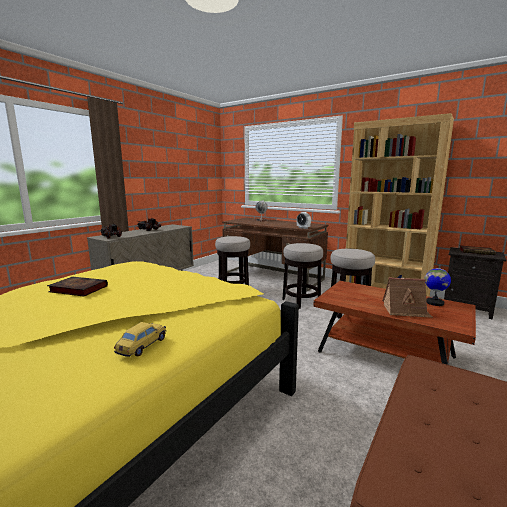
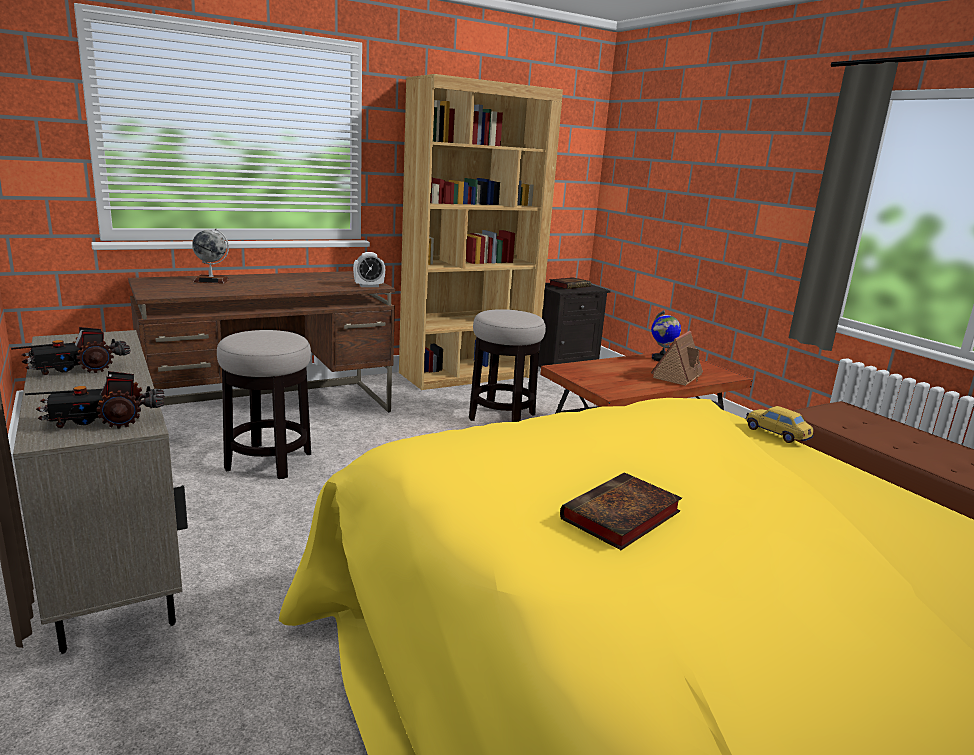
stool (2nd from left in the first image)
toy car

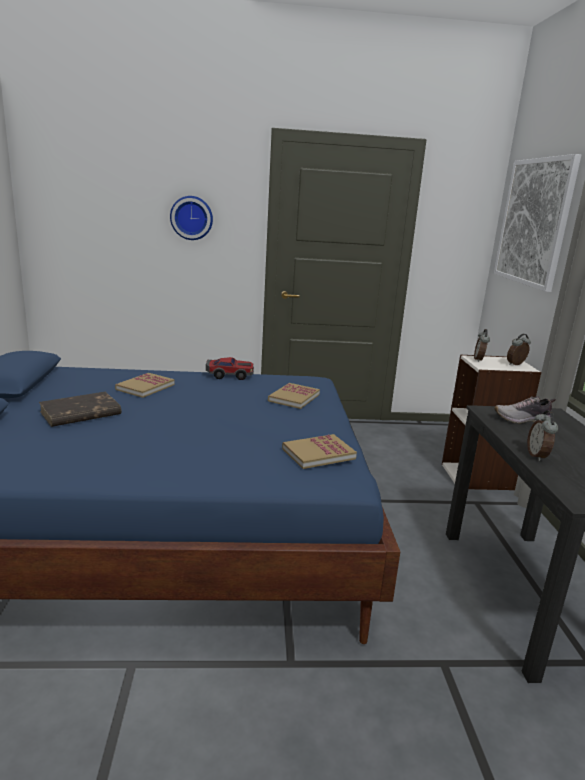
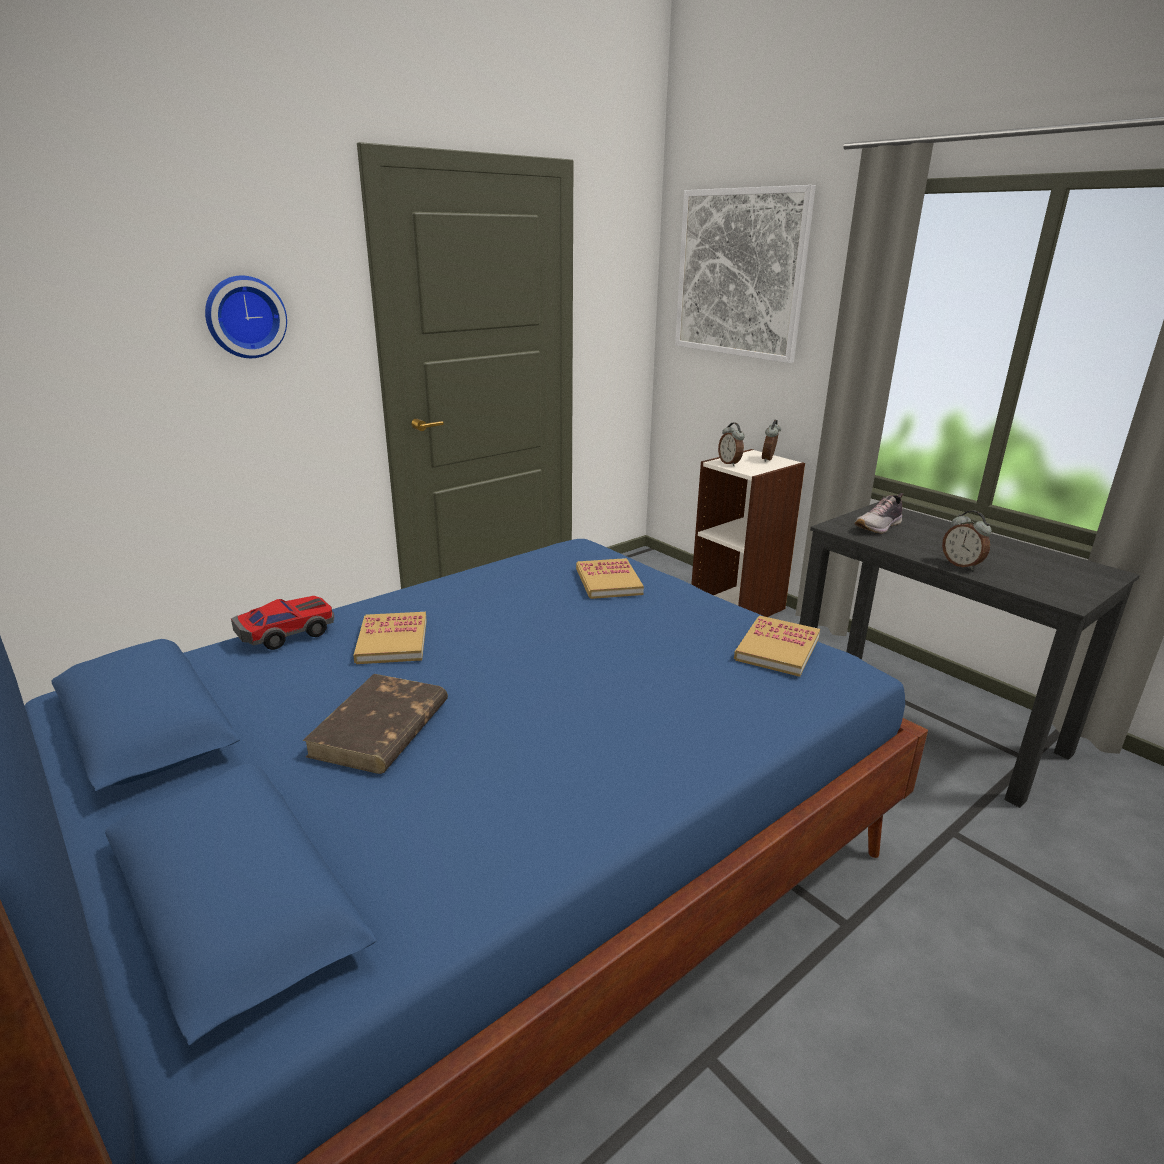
toy car

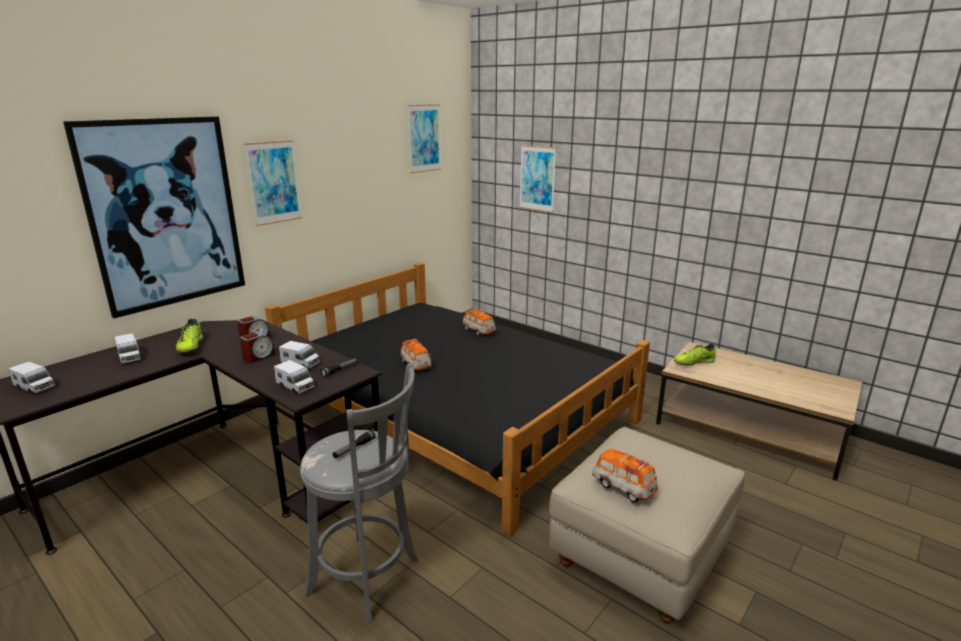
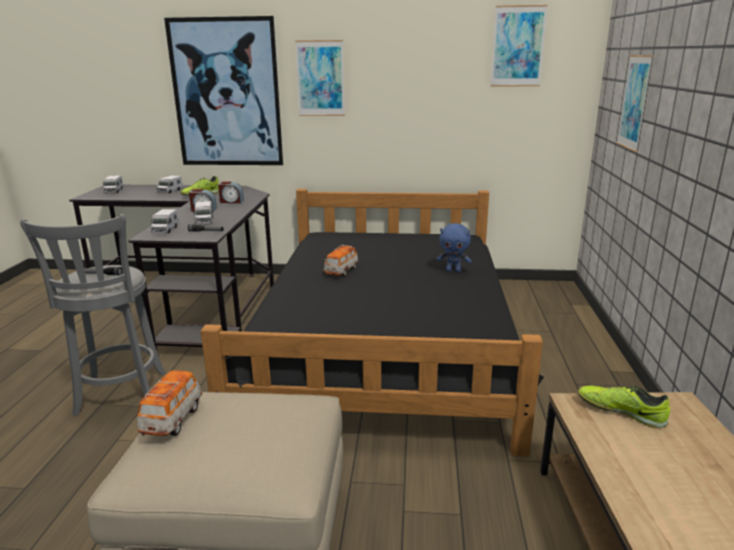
plush toy/blue

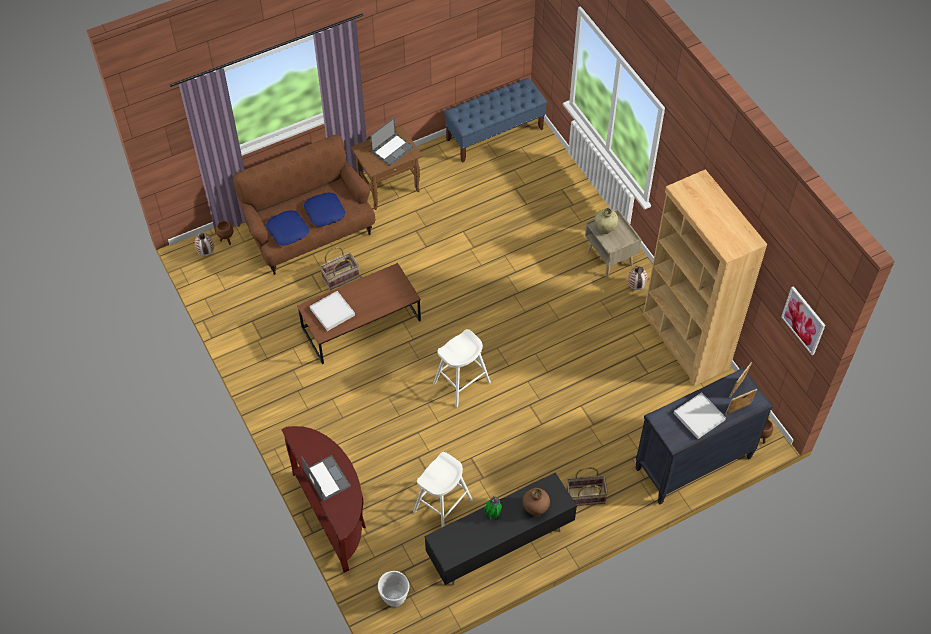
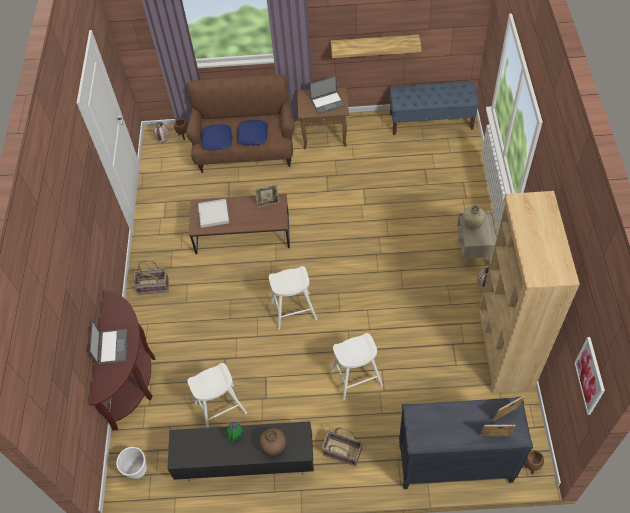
basket (1st from left)
tray/white (2nd from left in the first image)
shelf
picture frame (1st from left)
stool/white (3rd from left)

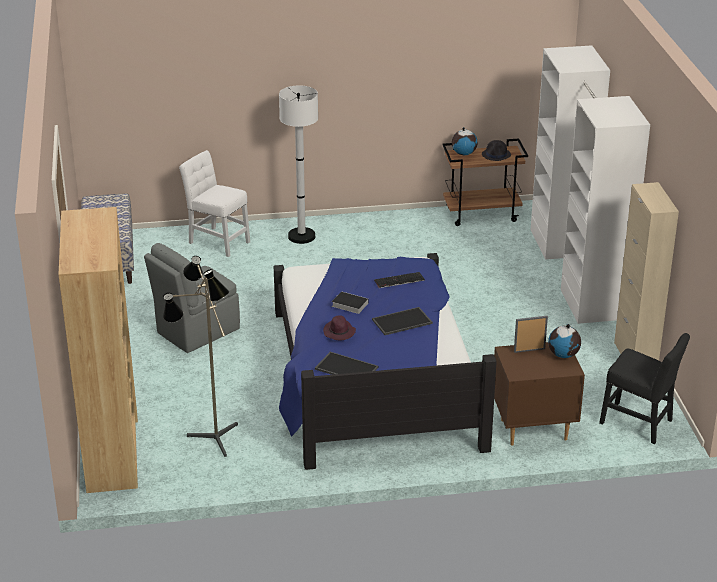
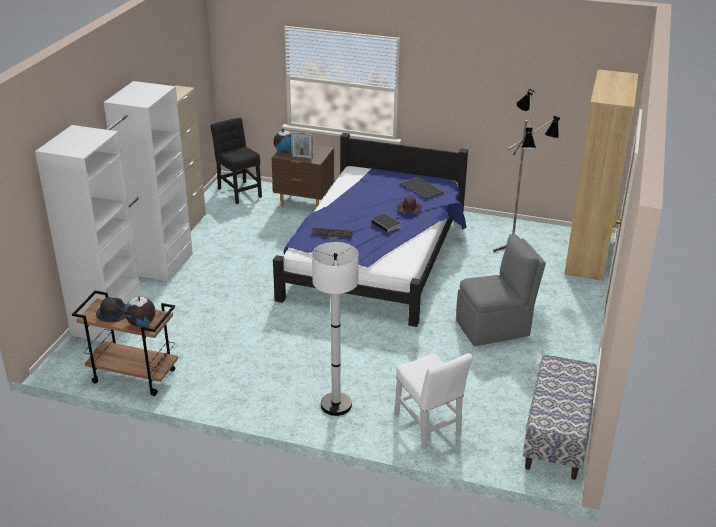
tray (2nd from left in the first image)

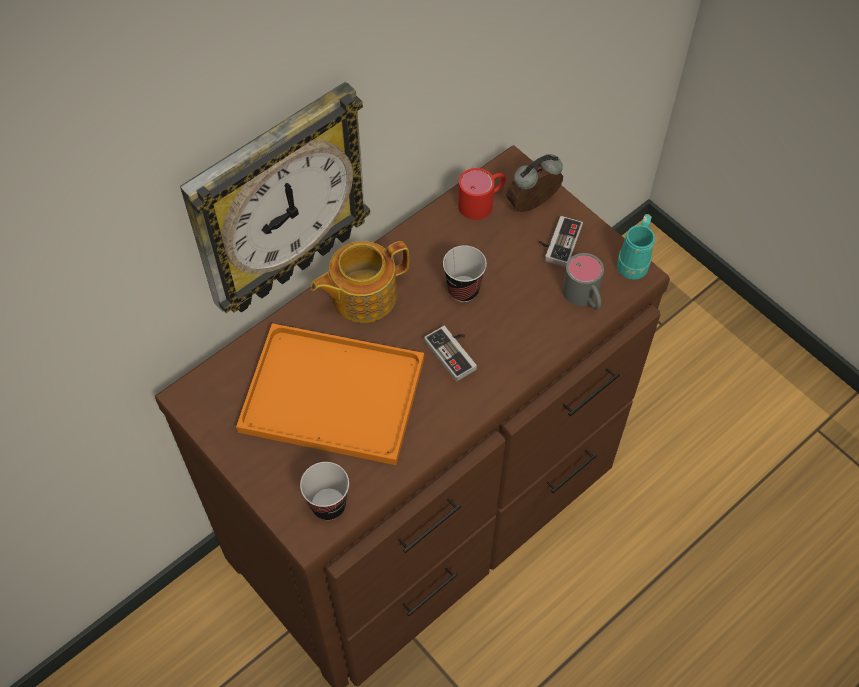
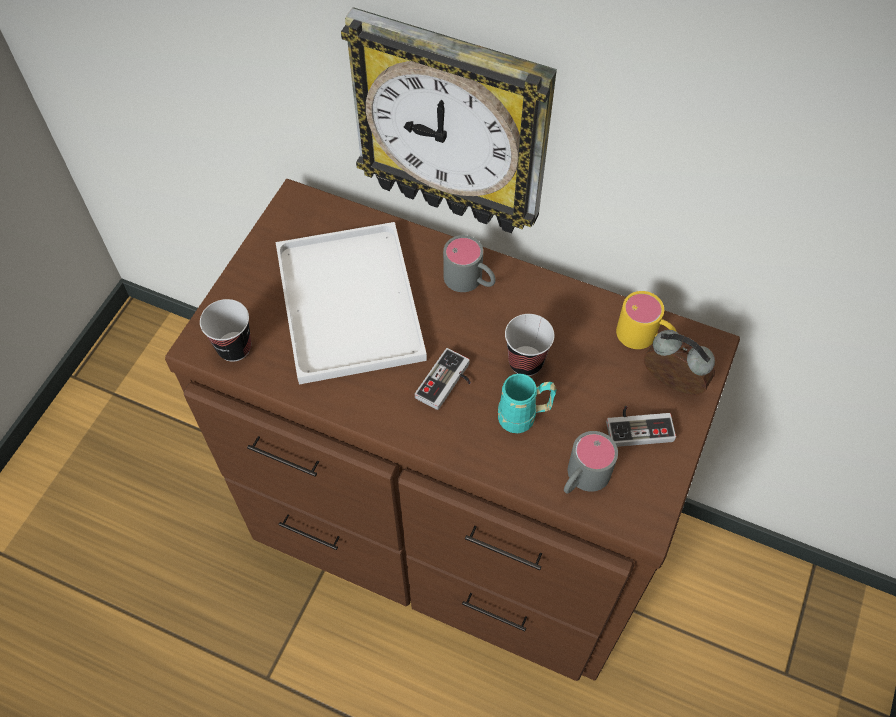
mug/yellow
mug/turquoise
mug/grey (1st from left)
tray/white

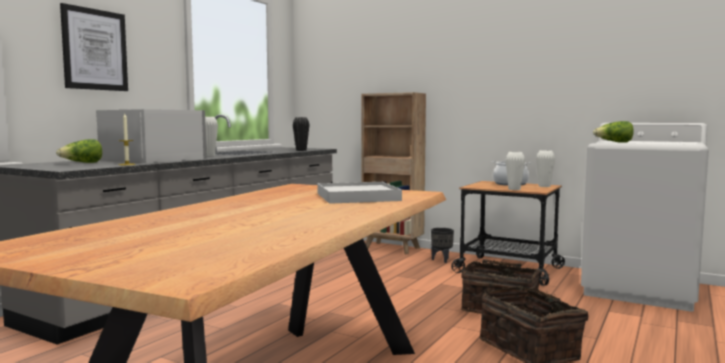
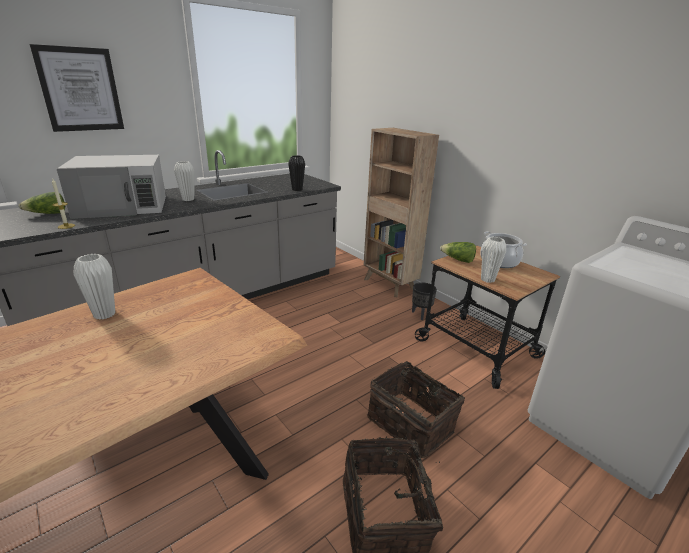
microwave/white
lettuce (2nd from left)
vase/white (1st from left)
tray/white

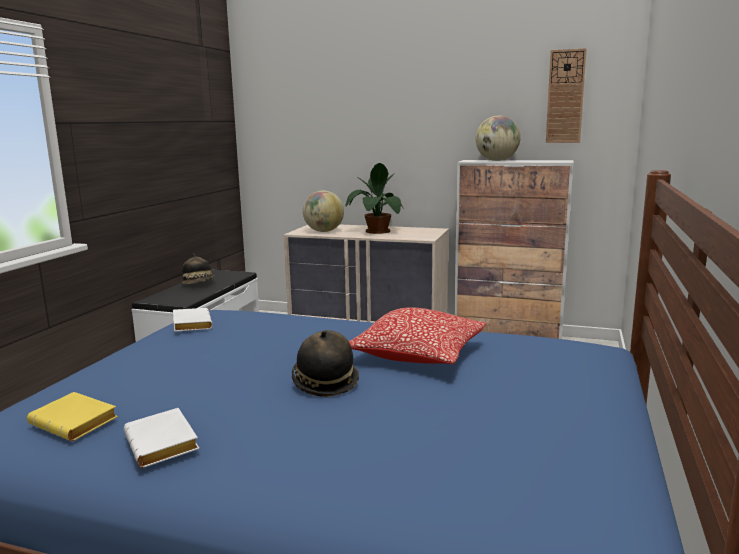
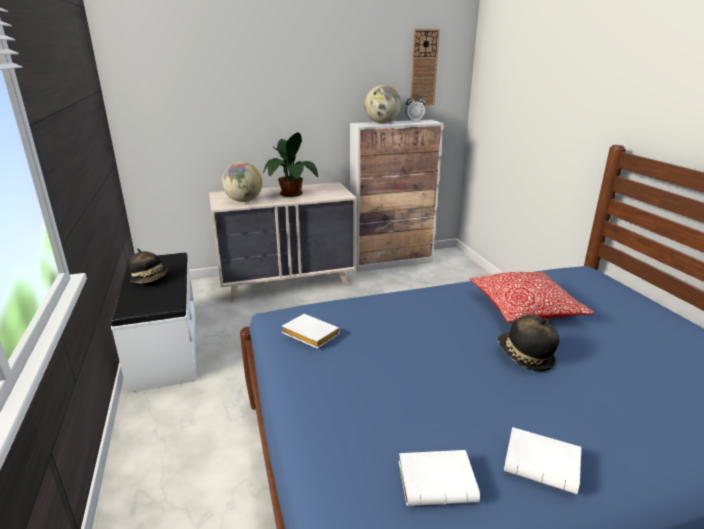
book/white (2nd from left)
alarm clock

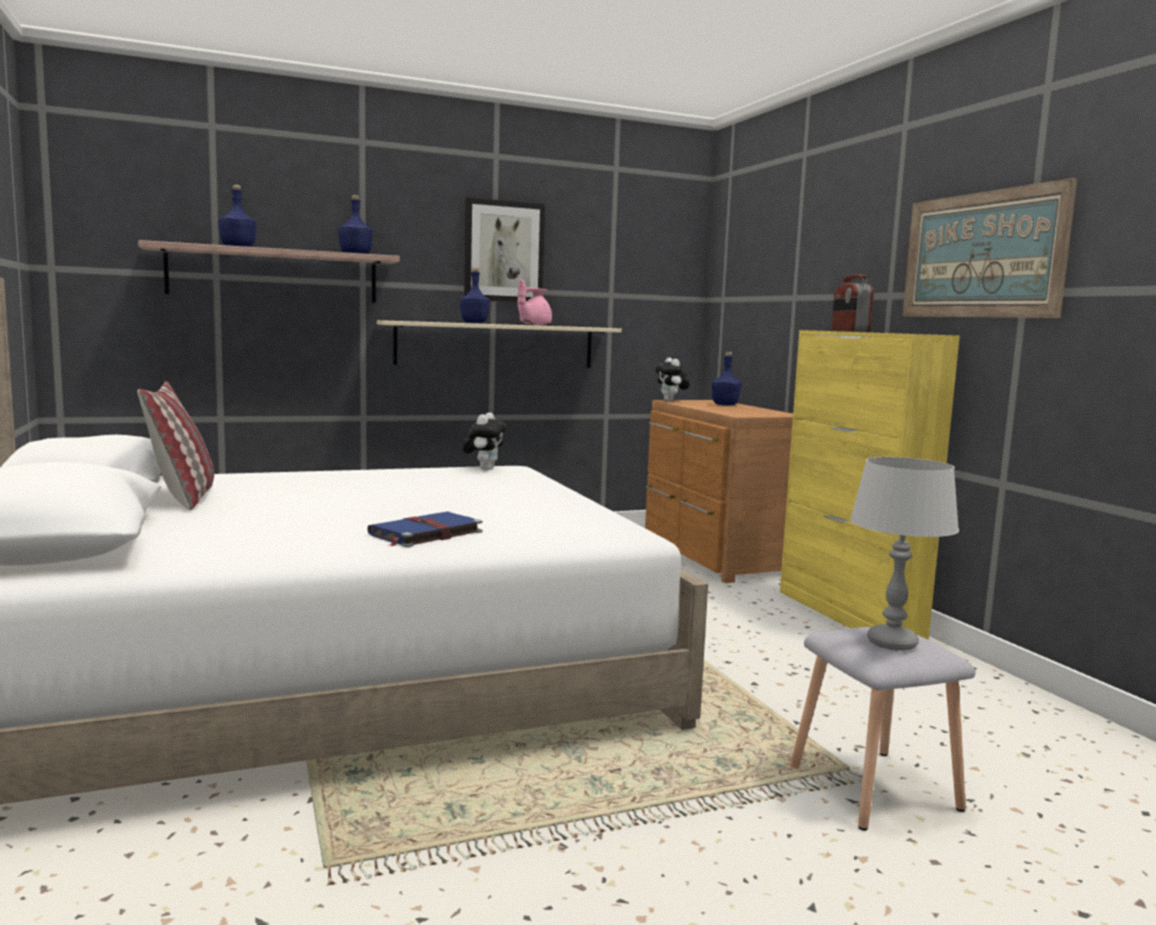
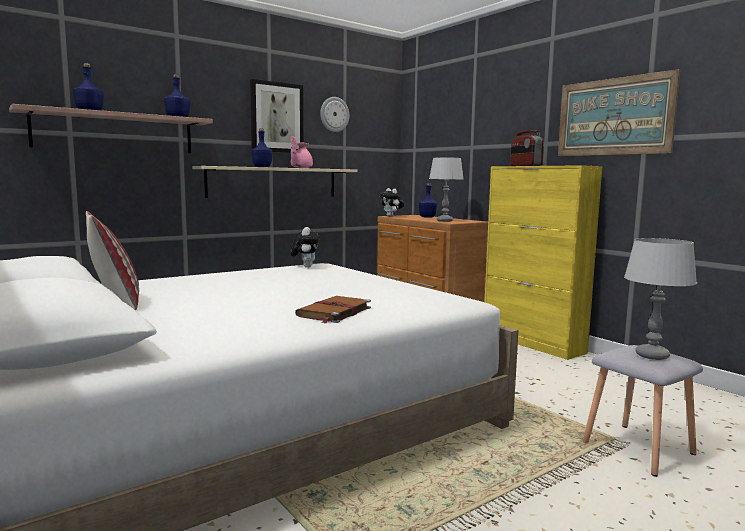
book/brown
wall clock
table lamp/grey (1st from left)

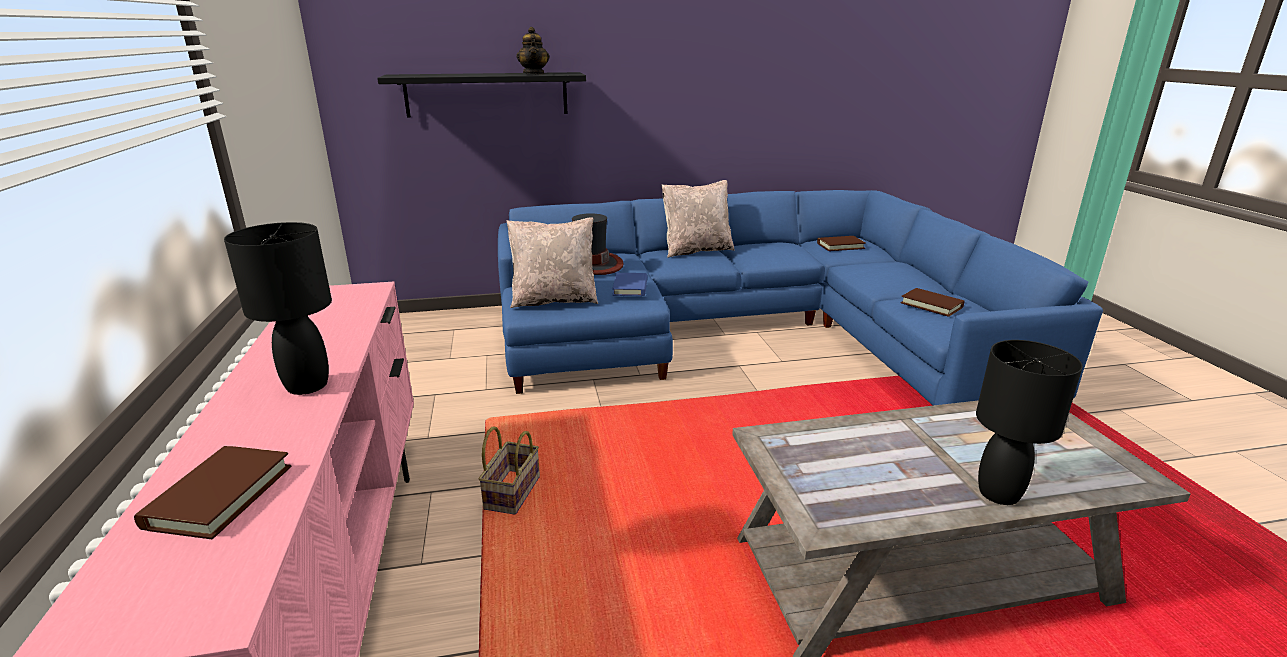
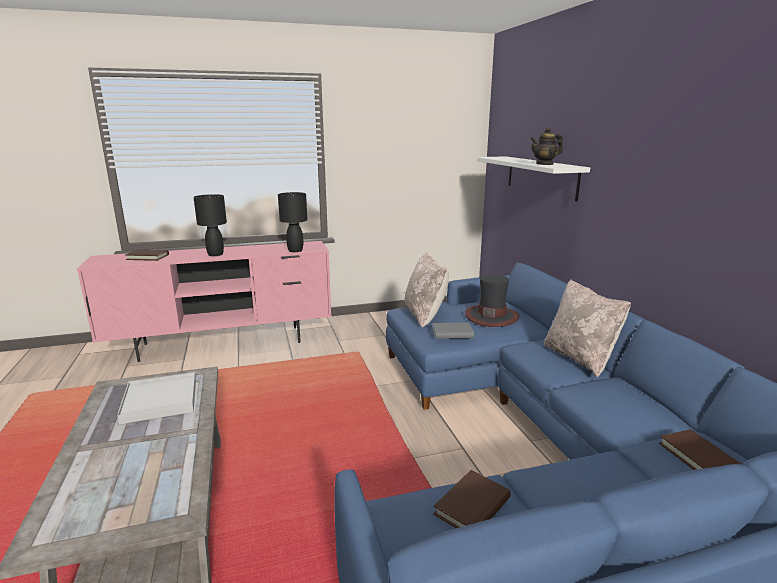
shelf/white
book/grey
table lamp/black (2nd from left)
basket
tray/white

